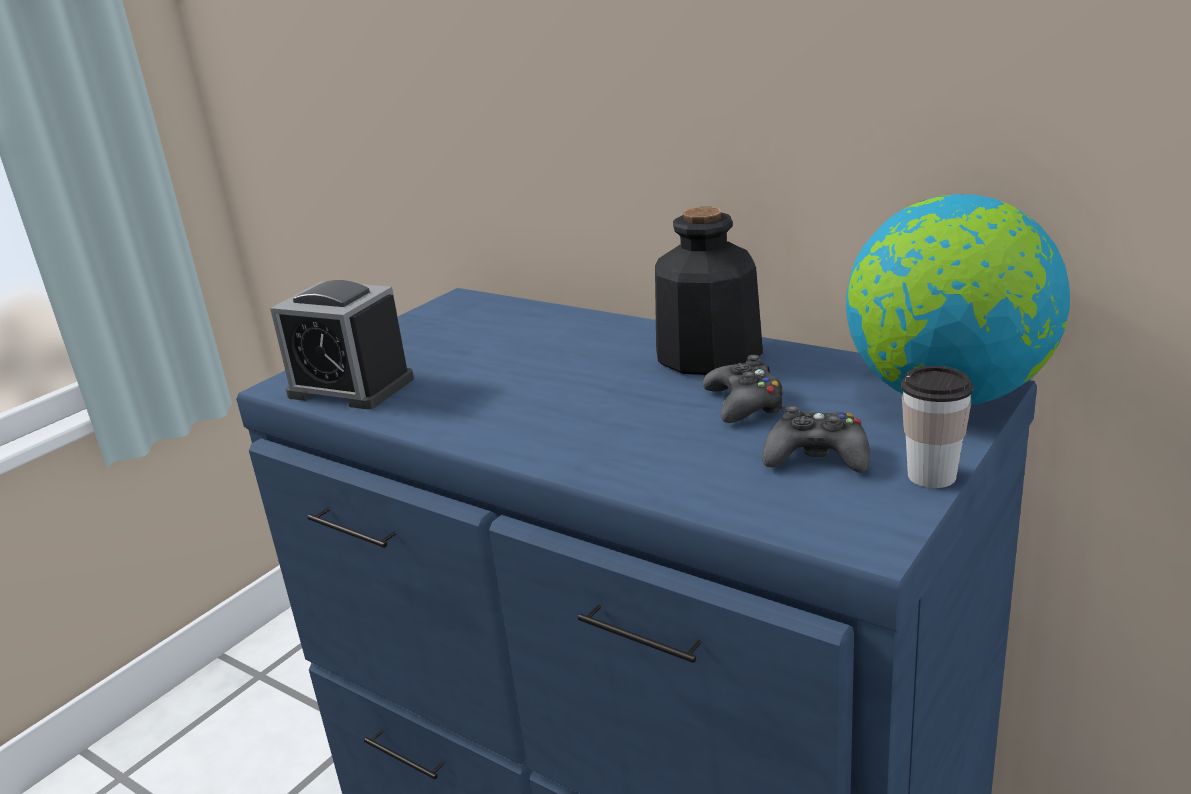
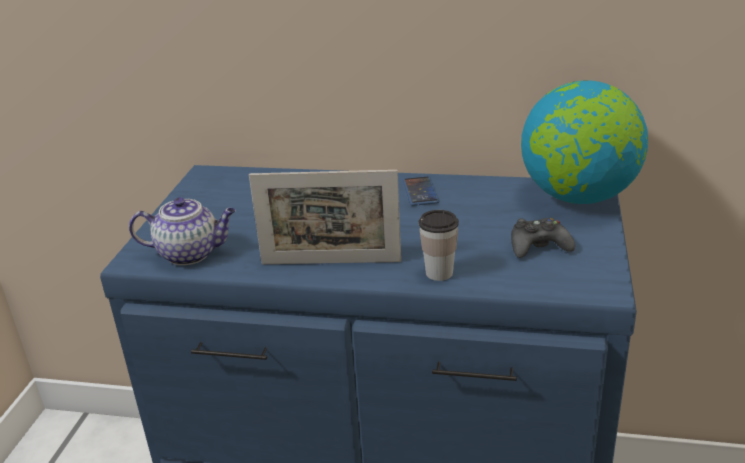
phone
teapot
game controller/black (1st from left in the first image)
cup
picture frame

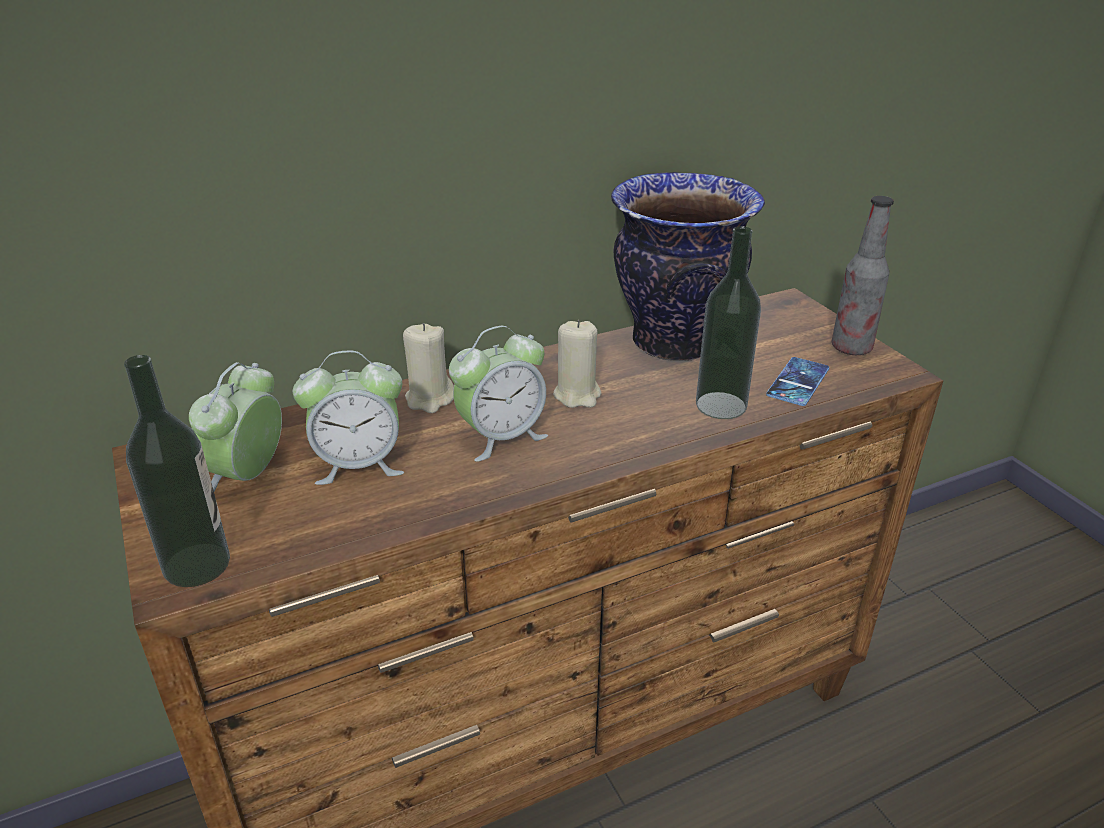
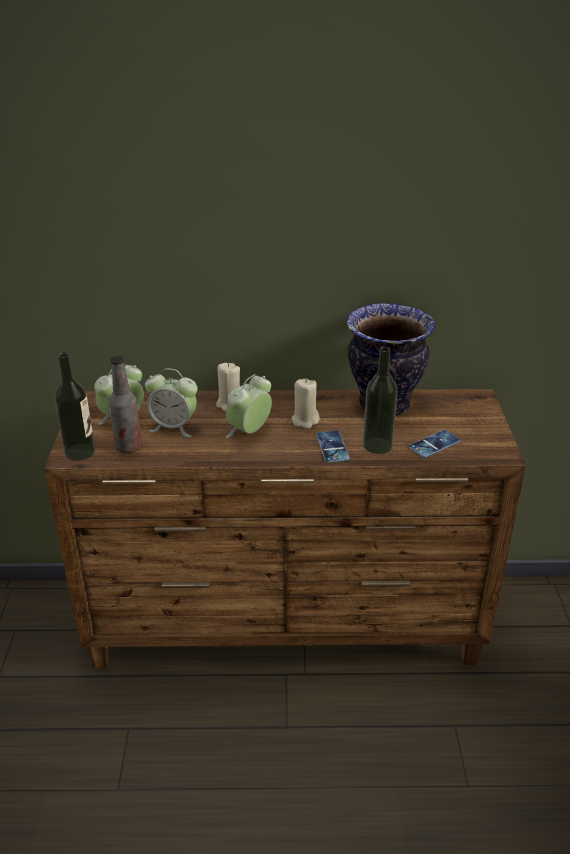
bottle (2nd from left)
alarm clock (3rd from left)
phone (1st from left)

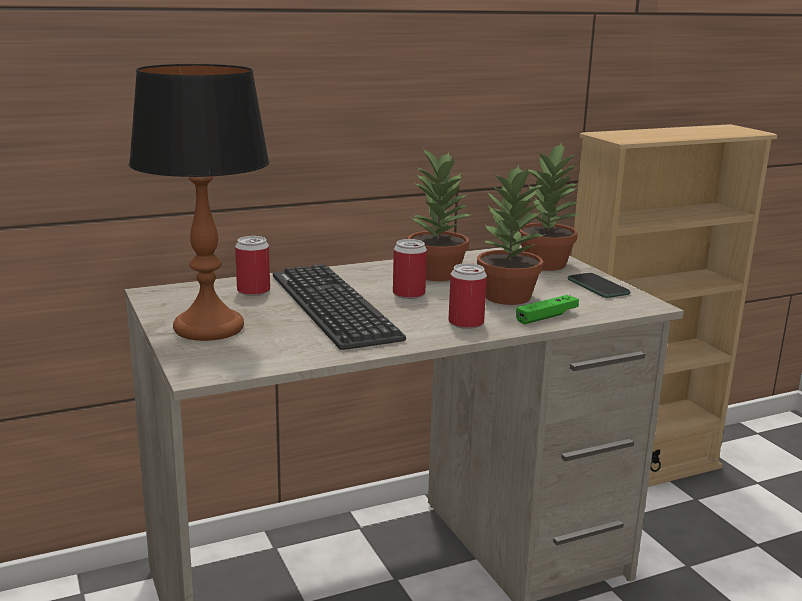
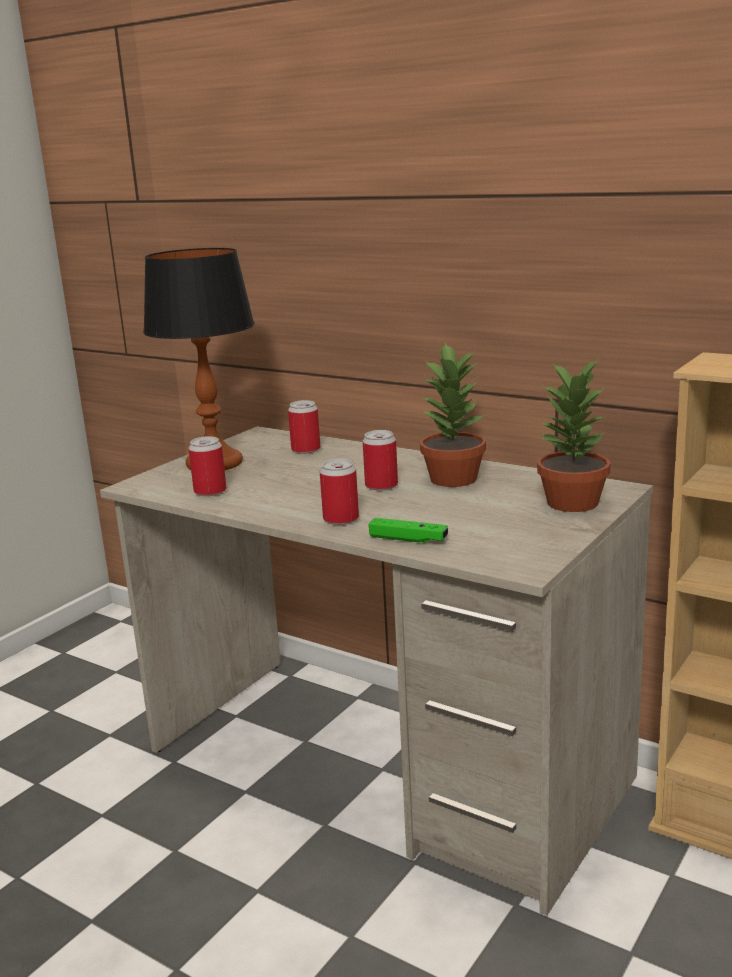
potted plant (2nd from left in the first image)
keyboard
phone
can (1st from left)

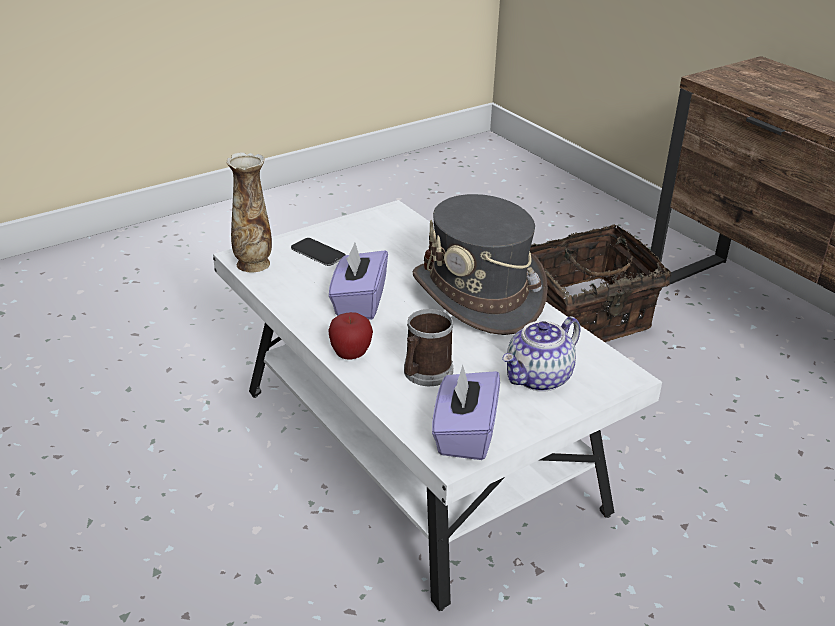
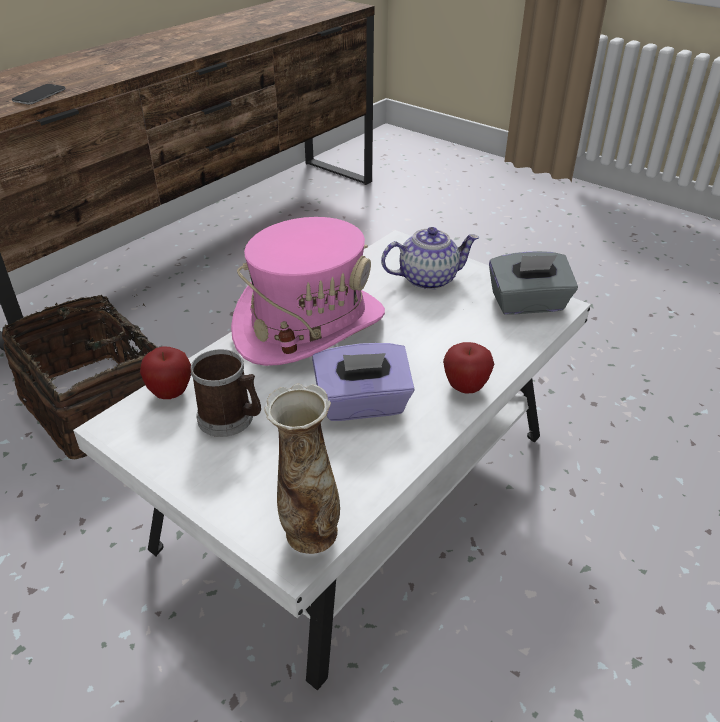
hat/pink
phone
mug
teapot
tissue box/grey
apple (1st from left)

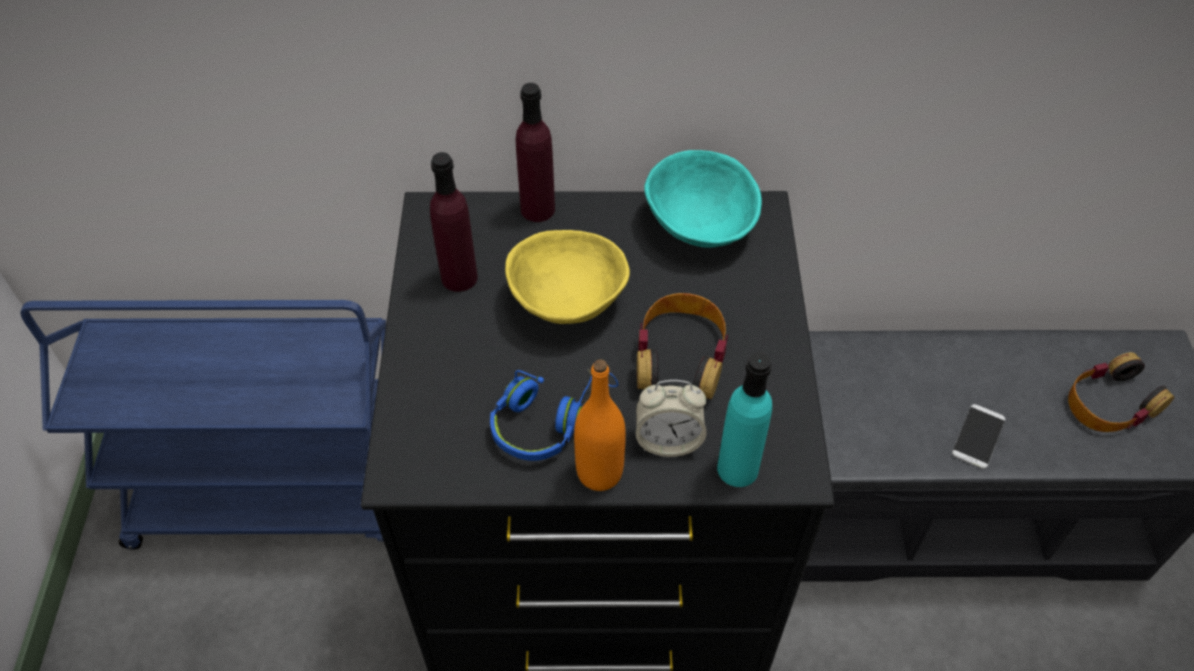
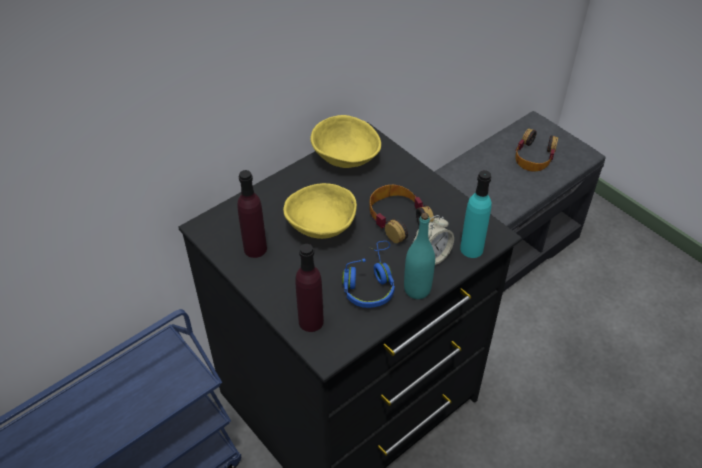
bottle/purple (2nd from left)
bowl/yellow (2nd from left)
bottle/turquoise (1st from left)
phone

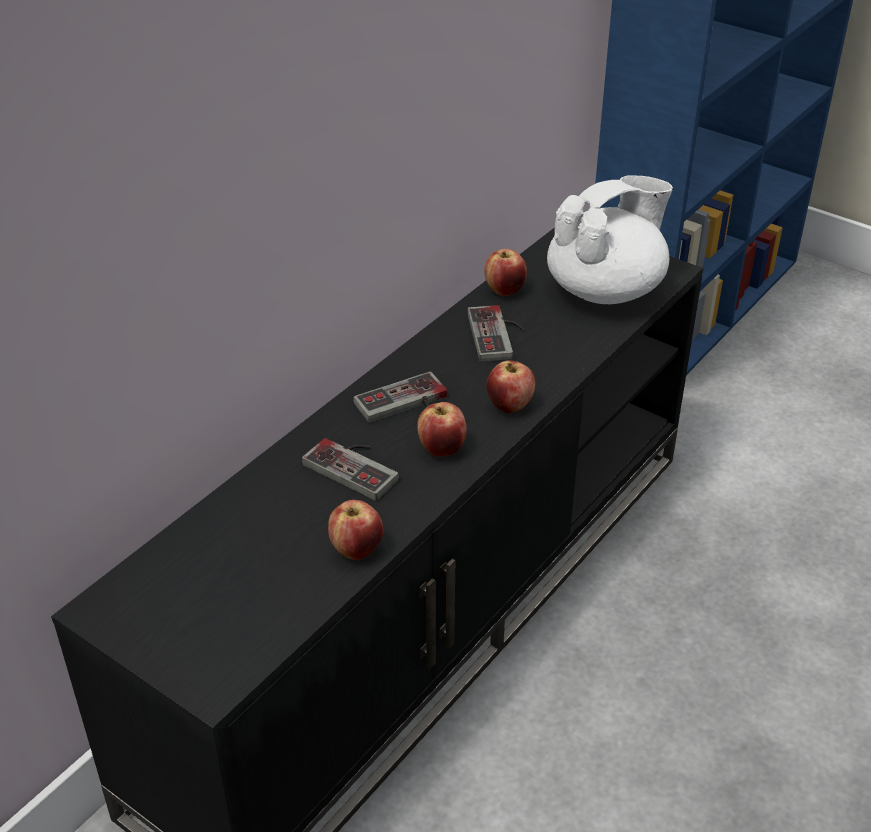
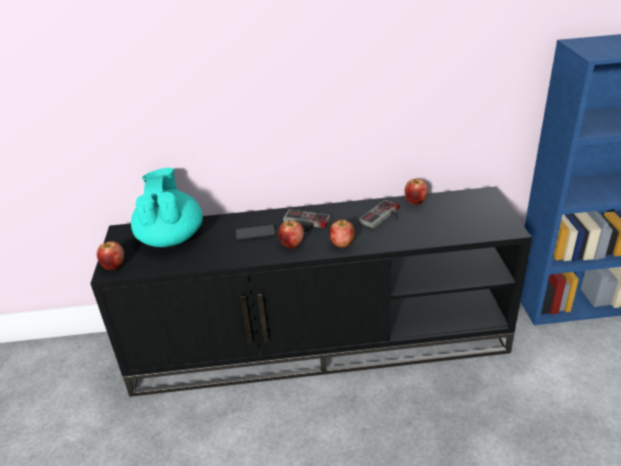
teapot/white
phone
apple (1st from left)
teapot/turquoise

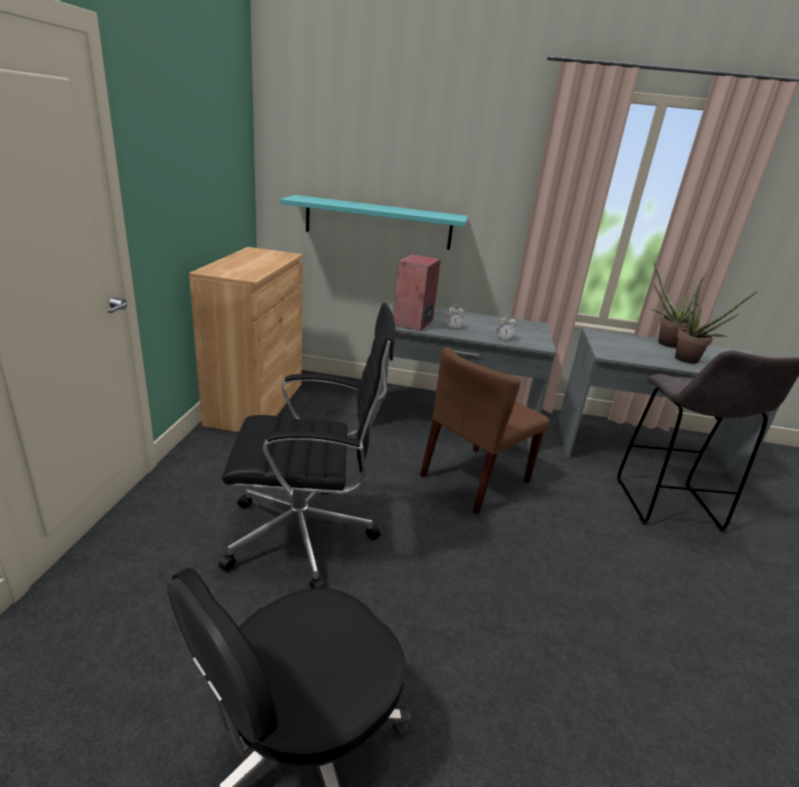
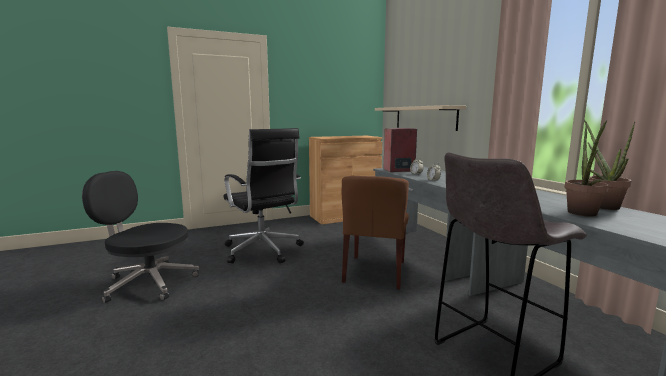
shelf/beige
chair/brown

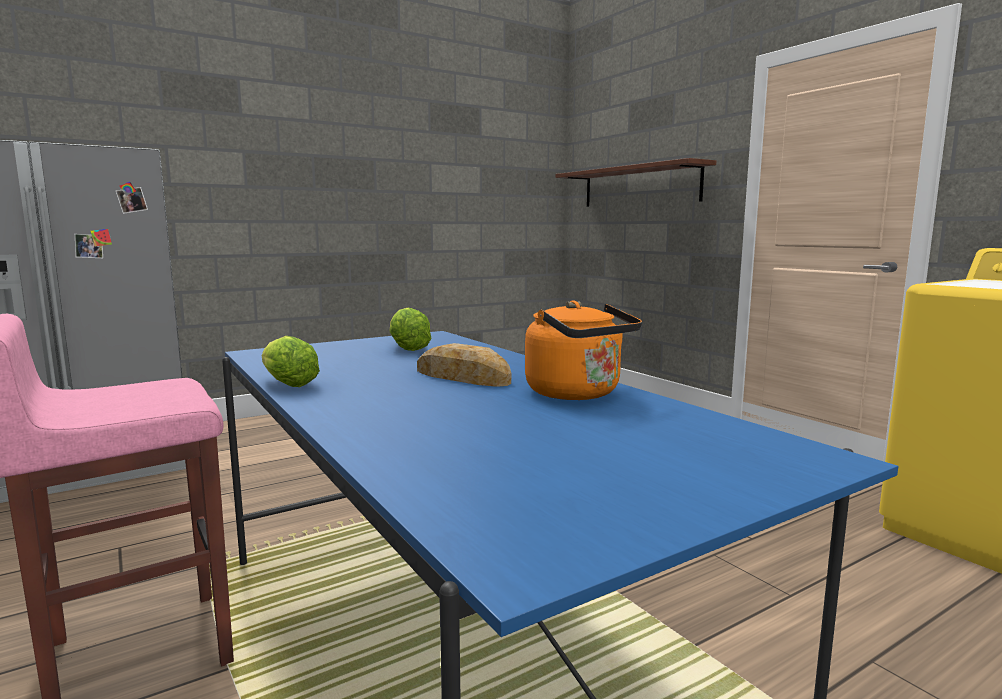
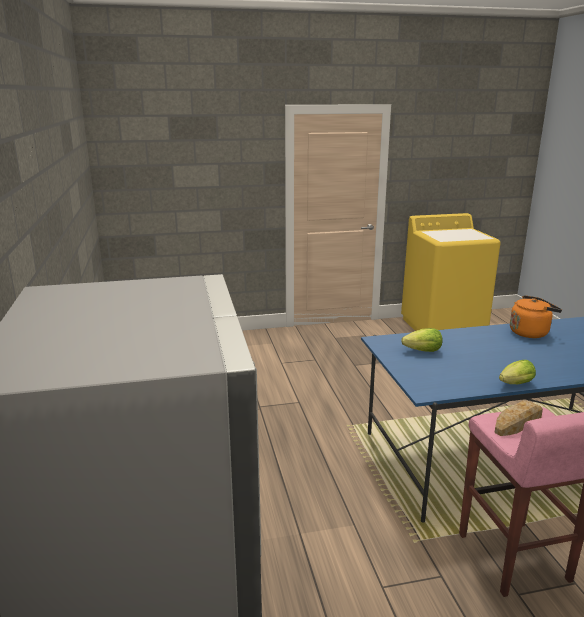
shelf
bread

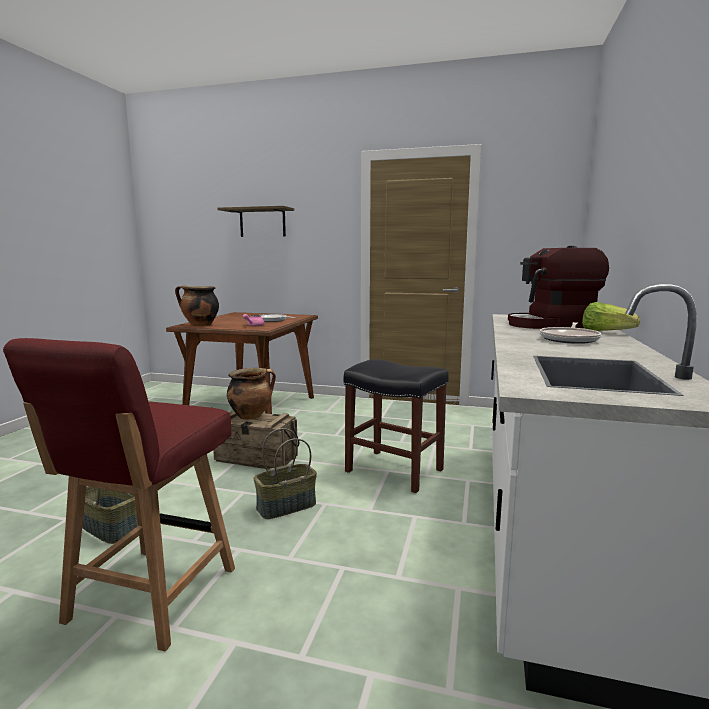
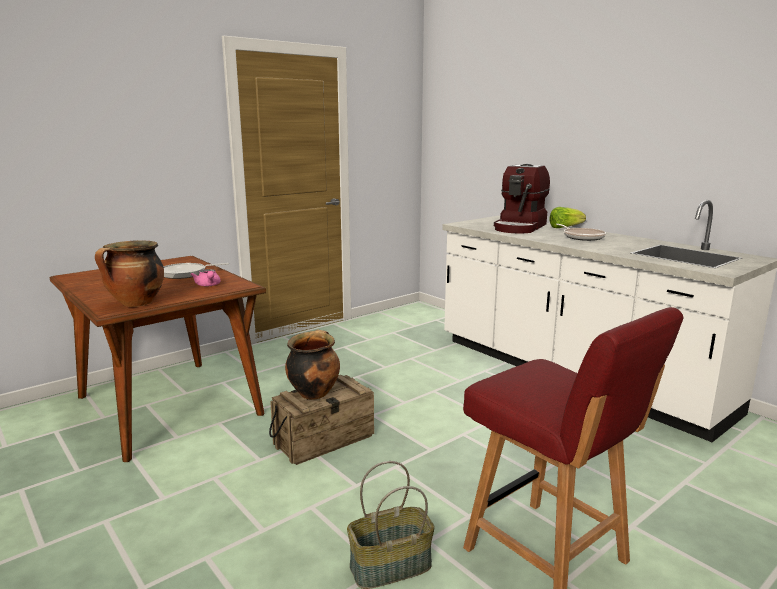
shelf
stool/black
basket (2nd from left in the first image)

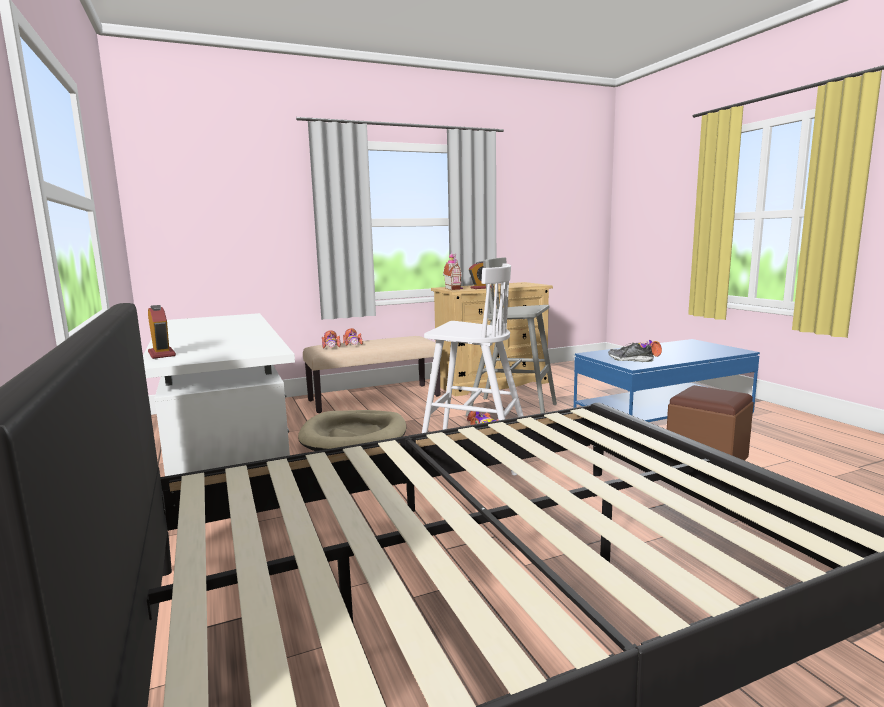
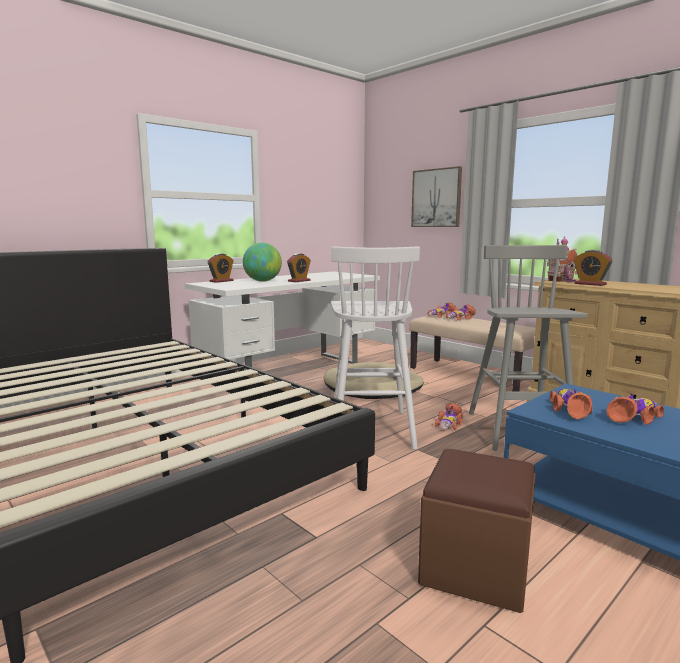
toy car (4th from left)
picture
globe
alarm clock (2nd from left)

